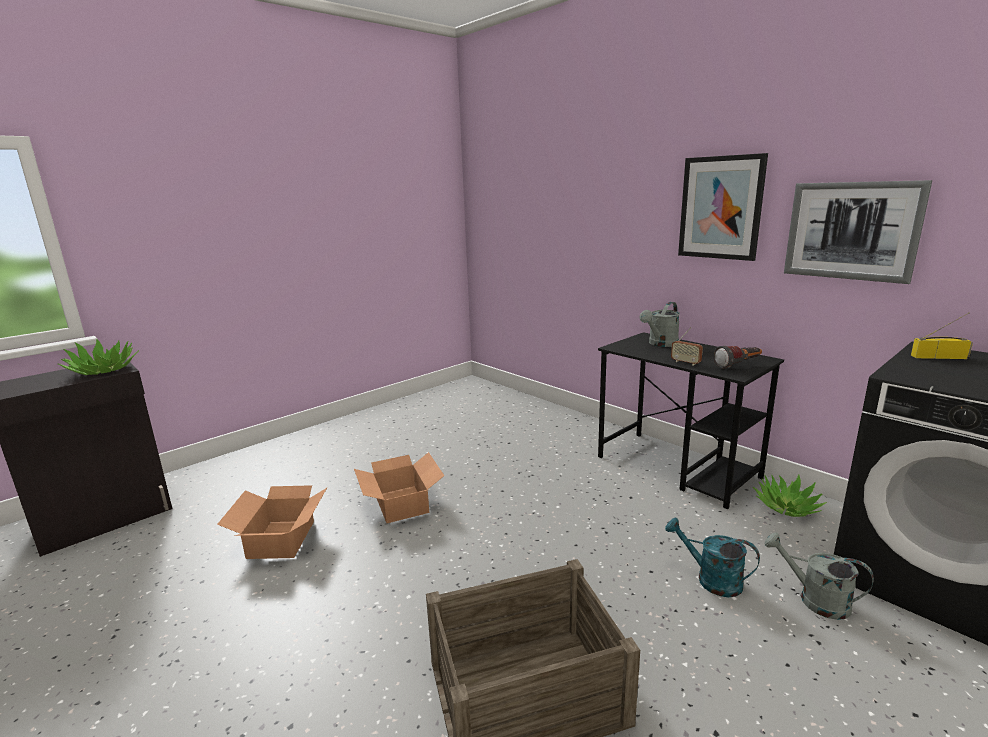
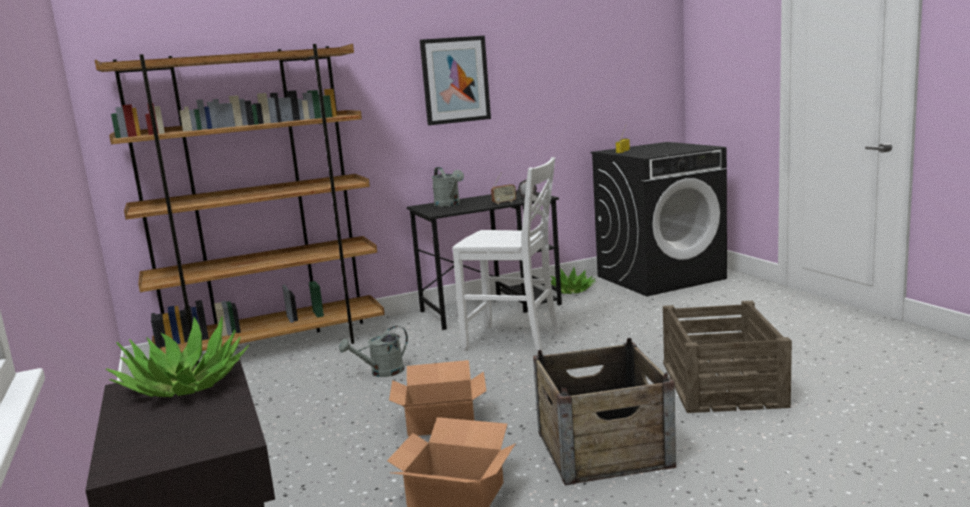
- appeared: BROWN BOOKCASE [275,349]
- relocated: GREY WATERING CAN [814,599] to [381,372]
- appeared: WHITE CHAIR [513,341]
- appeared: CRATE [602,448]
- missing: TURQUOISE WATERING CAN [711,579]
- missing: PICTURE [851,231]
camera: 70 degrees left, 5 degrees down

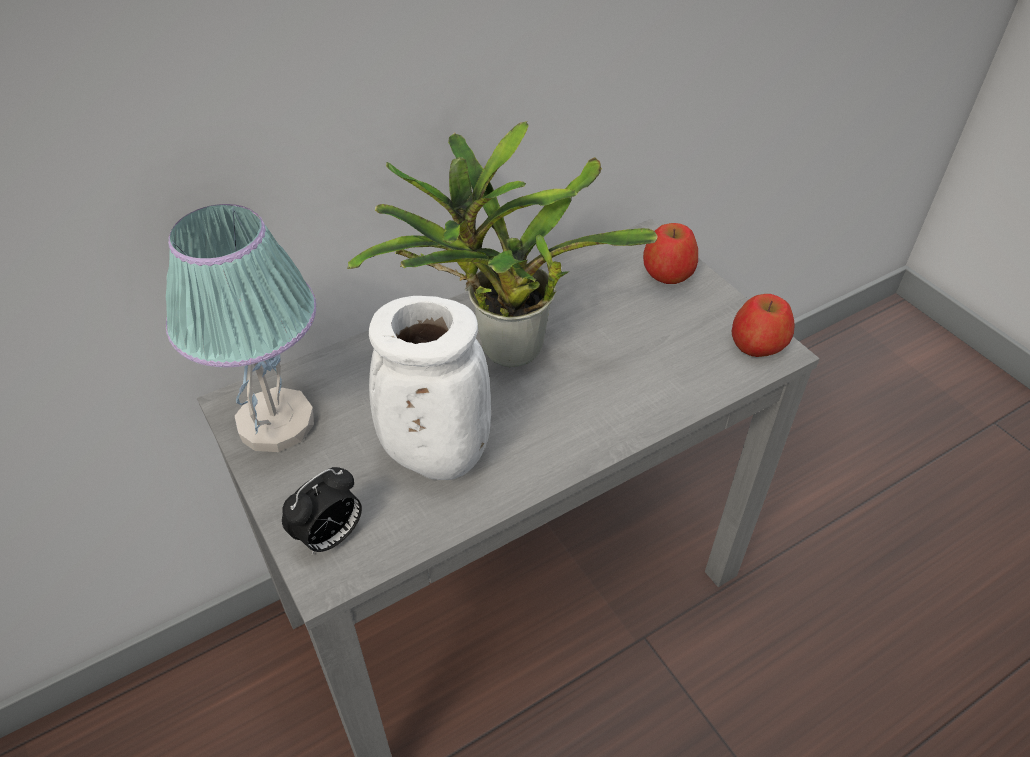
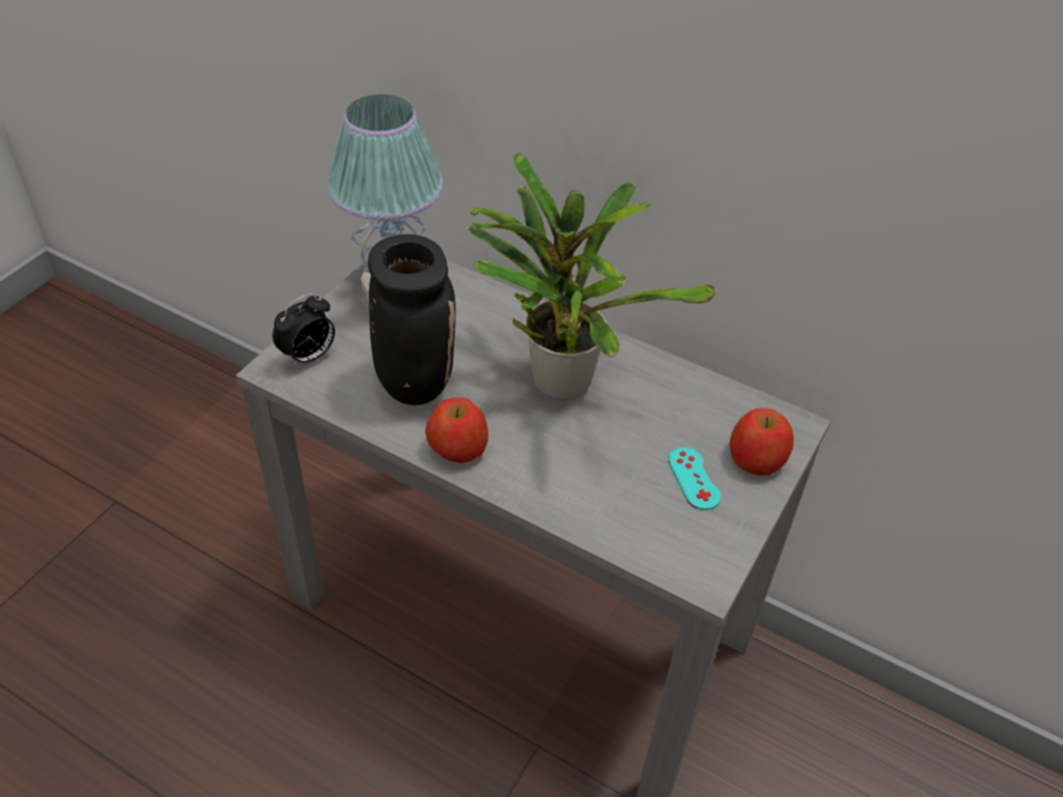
- spun: ALARM CLOCK [330,537] = [308,357] 60 degrees counterclockwise
- colour: WHITE VASE [434,458] to BLACK VASE [412,382]
- relocated: APPLE [757,344] to [458,447]
- appeared: TURQUOISE GAME CONTROLLER [694,478]
camera: 60 degrees right, 0 degrees up

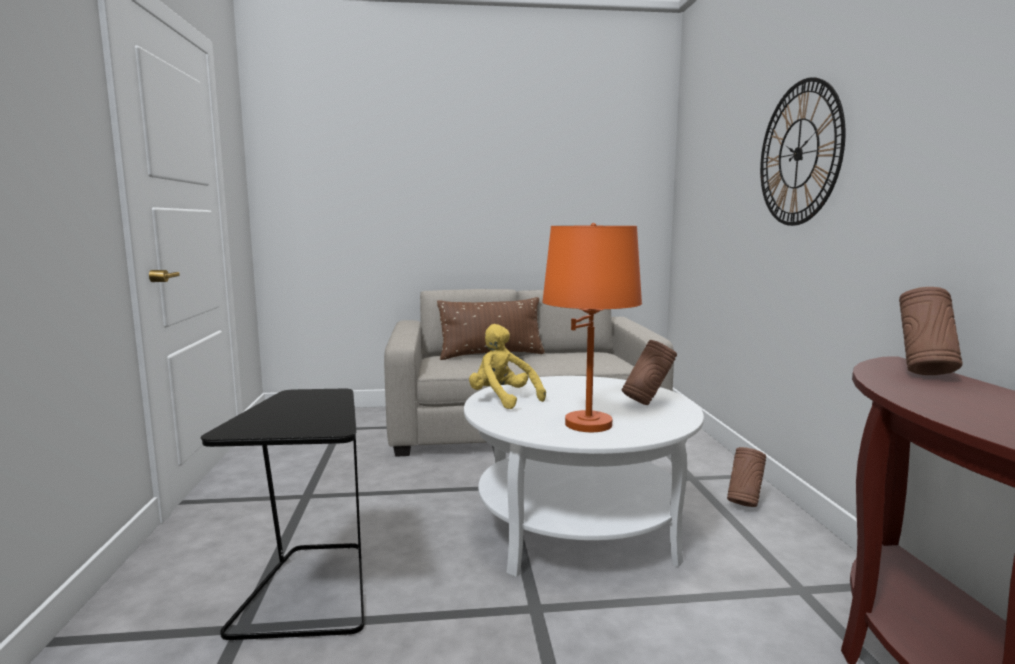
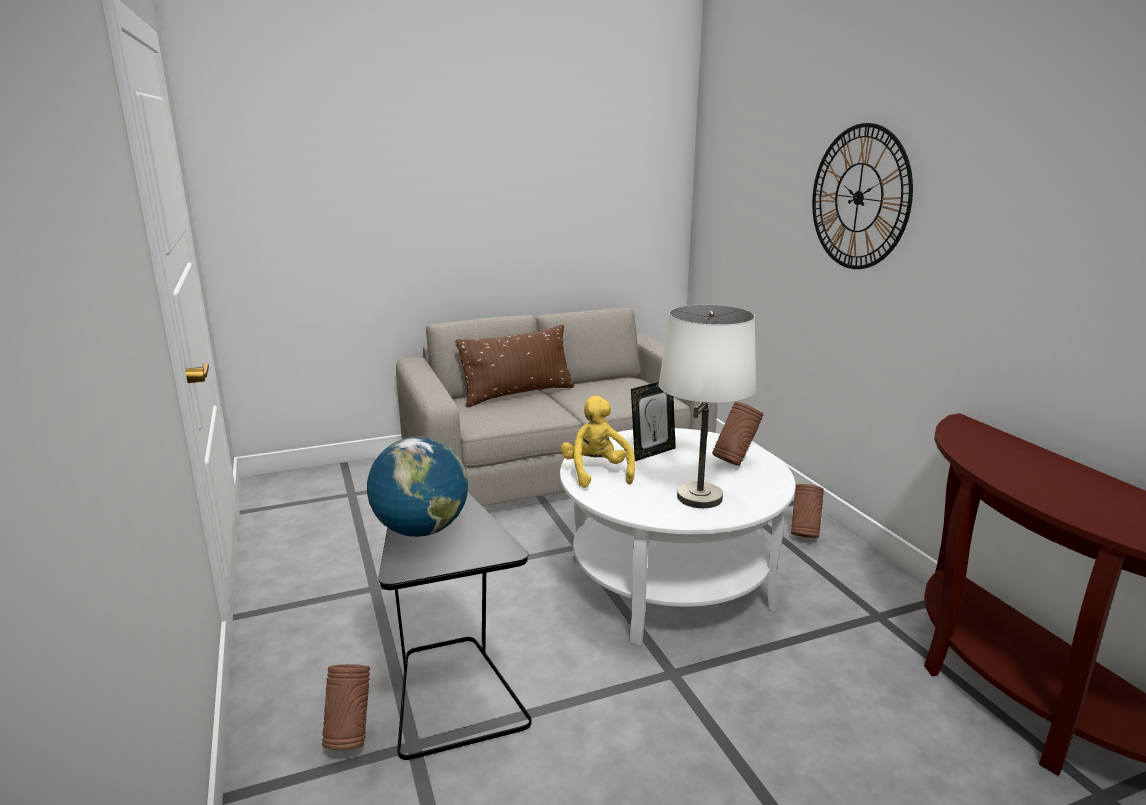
- relocated: BROWN VASE [923,373] to [350,737]
- appeared: GLOBE [421,530]
- spun: YELLOW PLUSH TOY [502,399] = [596,472] 45 degrees clockwise
- appeared: PICTURE FRAME [652,453]
- colour: ORANGE TABLE LAMP [588,424] to WHITE TABLE LAMP [699,497]
camera: 15 degrees left, 10 degrees up

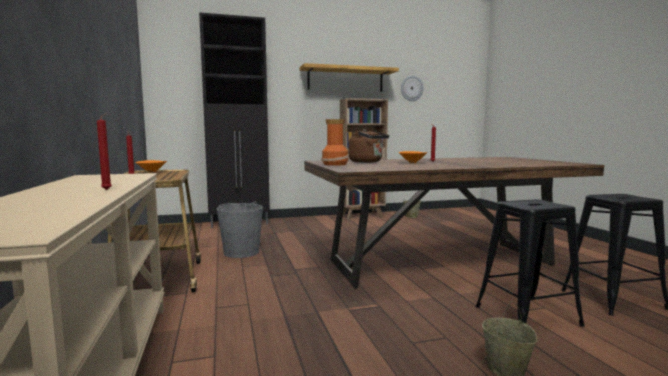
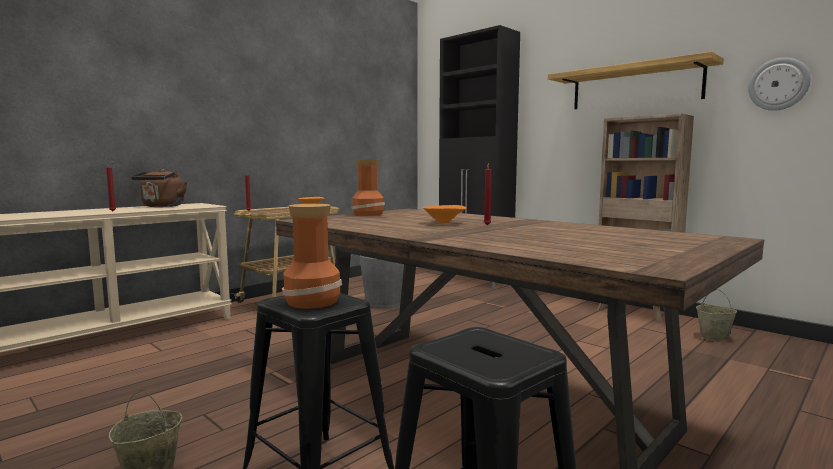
- relocated: BROWN KETTLE [367,162] to [162,206]
- appeared: VASE [313,302]
camera: 60 degrees right, 0 degrees up

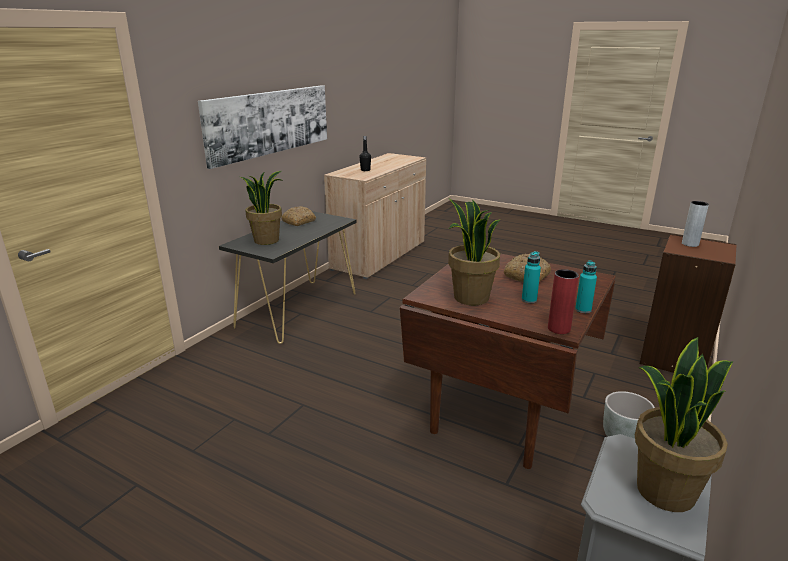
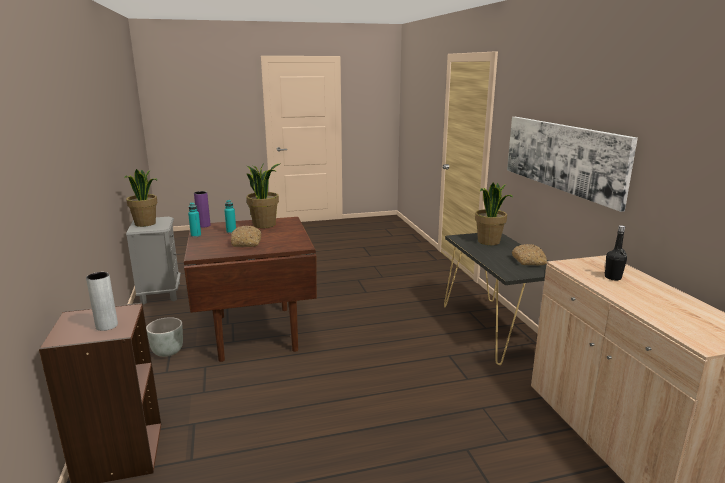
- colour: RED VASE [559,329] to PURPLE VASE [204,225]
camera: 135 degrees right, 5 degrees down

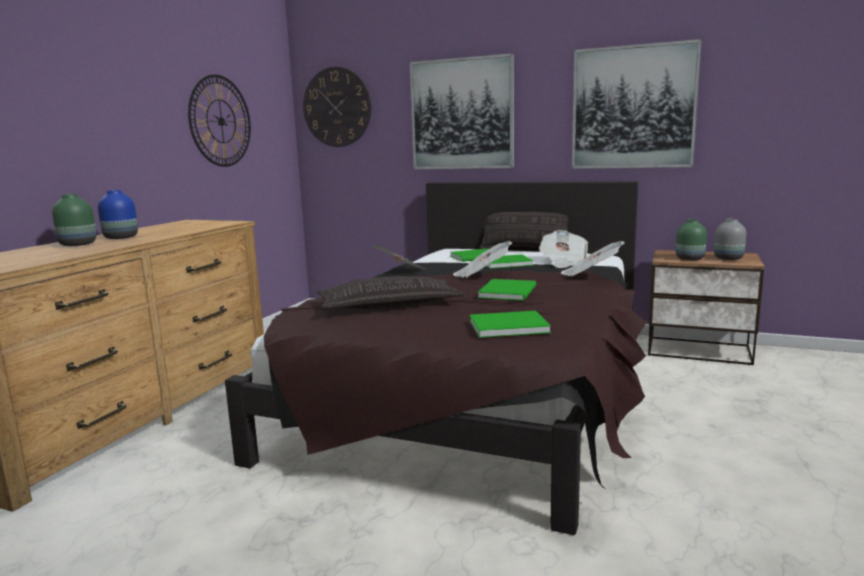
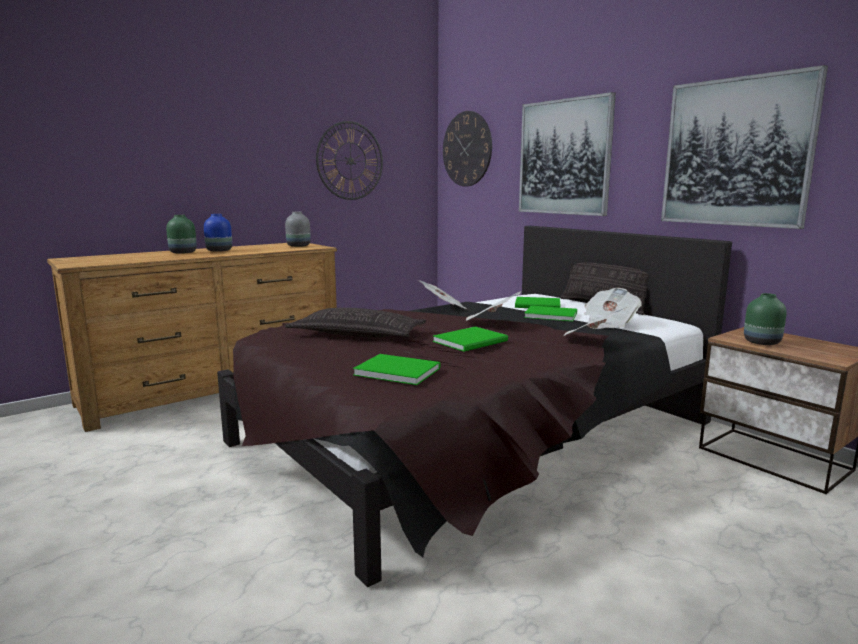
- relocated: GREY VASE [729,258] to [298,246]
camera: 30 degrees right, 0 degrees up

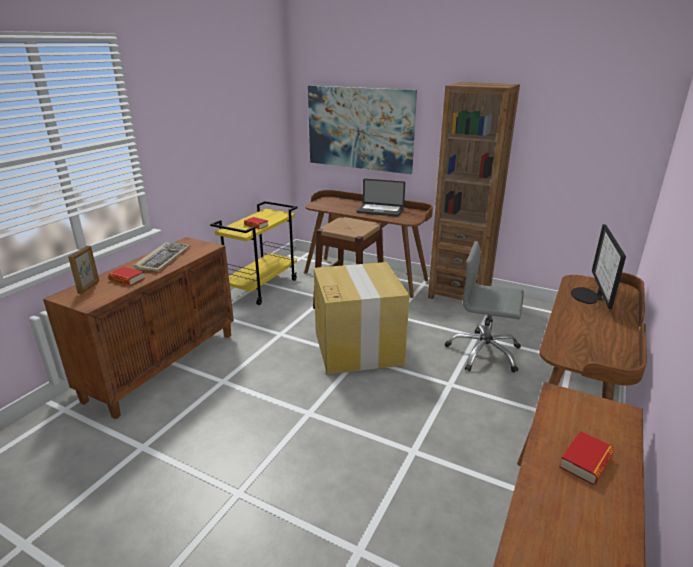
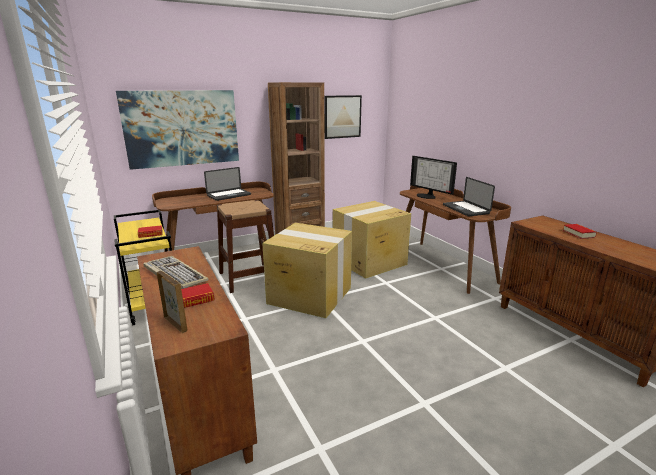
- appeared: PICTURE [342,116]
- exchanged: GREY OFFICE CHAIR [484,353] to CARDBOARD BOX [368,262]
- appeared: LAPTOP [465,209]
camera: 55 degrees left, 5 degrees down

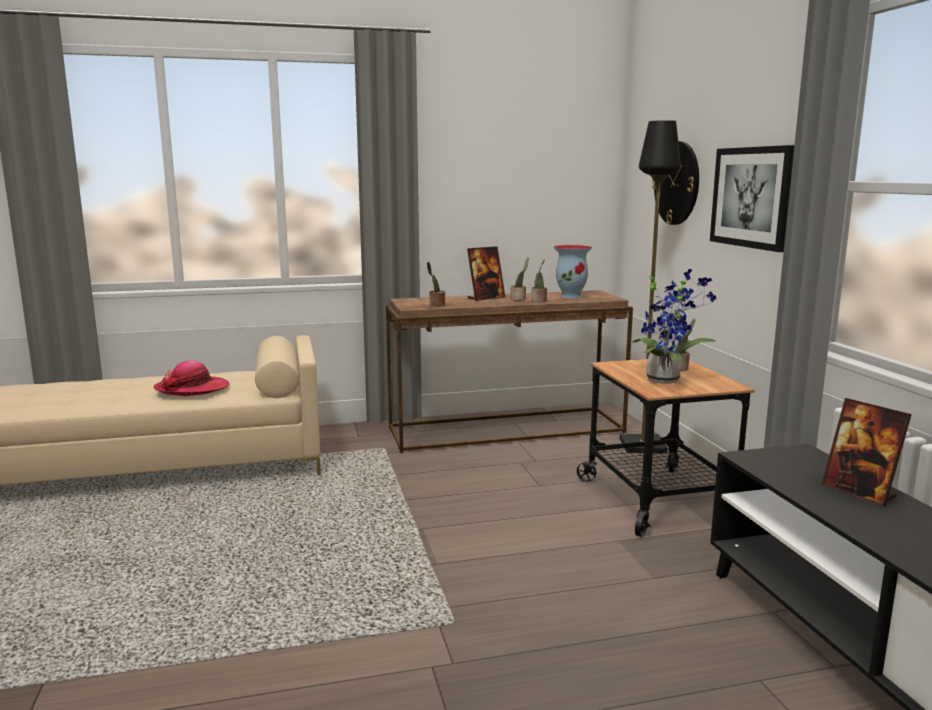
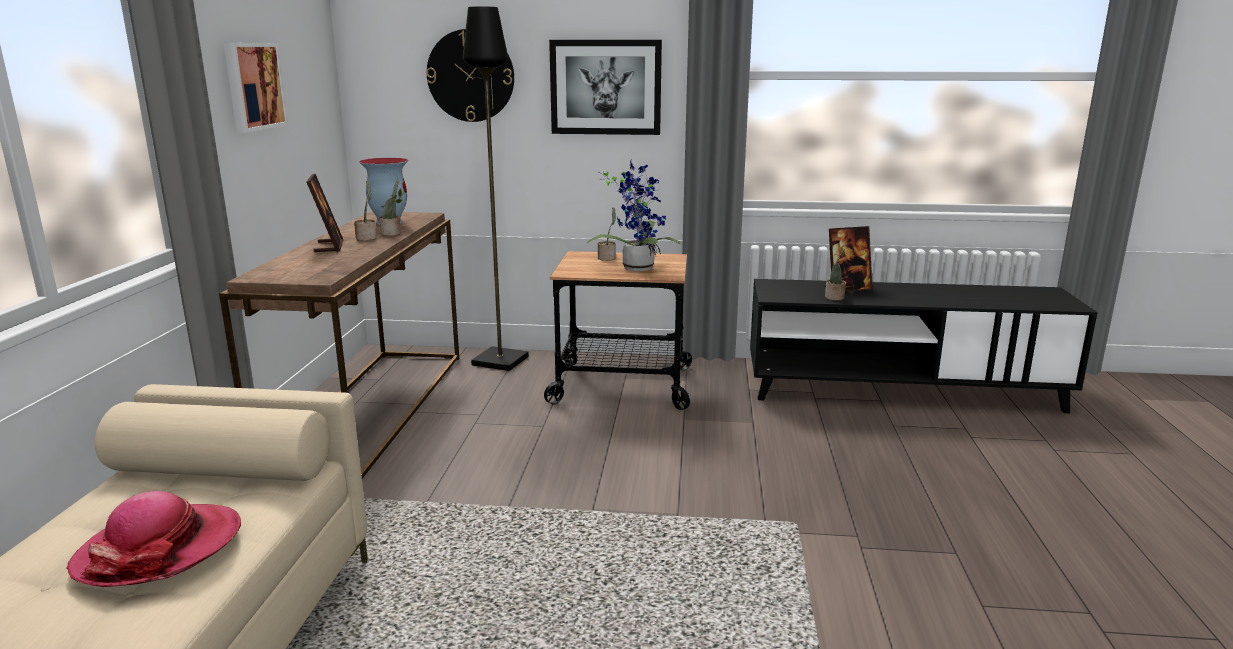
- appeared: PICTURE [253,86]
- relocated: POTTED PLANT [436,305] to [835,298]
camera: 70 degrees left, 5 degrees up

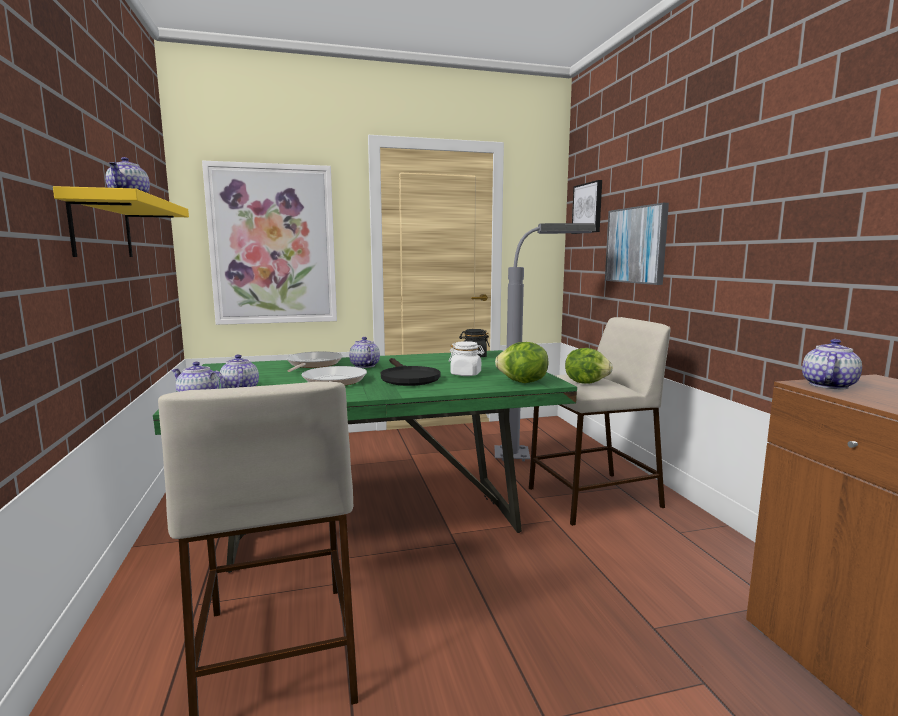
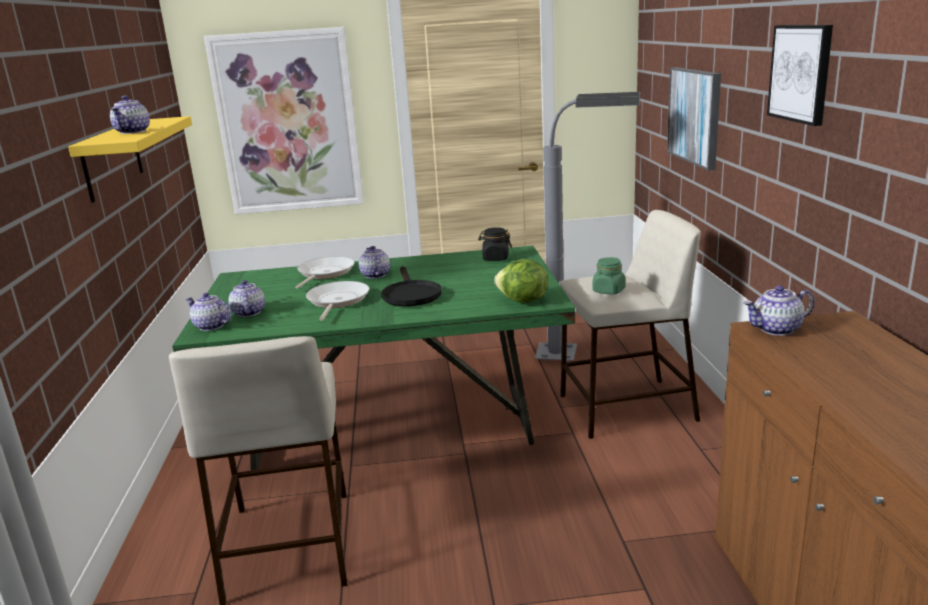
- exchanged: LETTUCE [586,382] to GREEN JAR [608,291]
- spun: TEAPOT [827,385] = [776,329] 150 degrees counterclockwise
- relocated: PICTURE [588,208] to [801,73]
- missing: WHITE JAR [466,374]
camera: 10 degrees right, 10 degrees up

